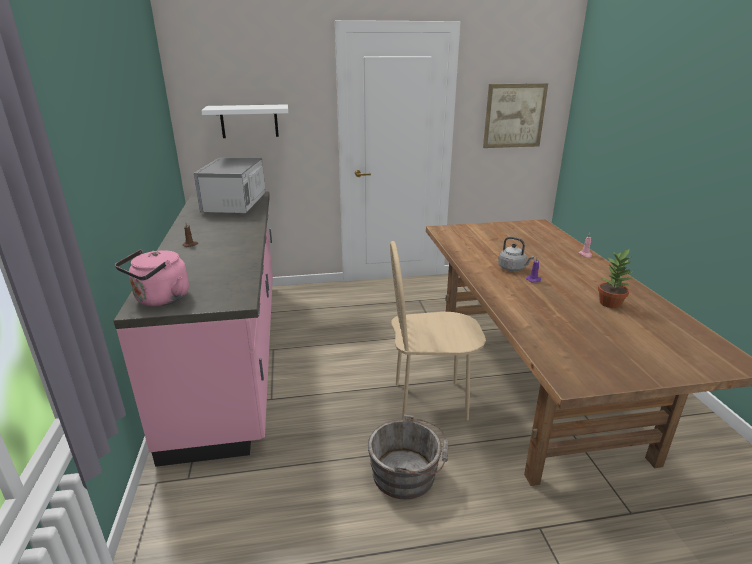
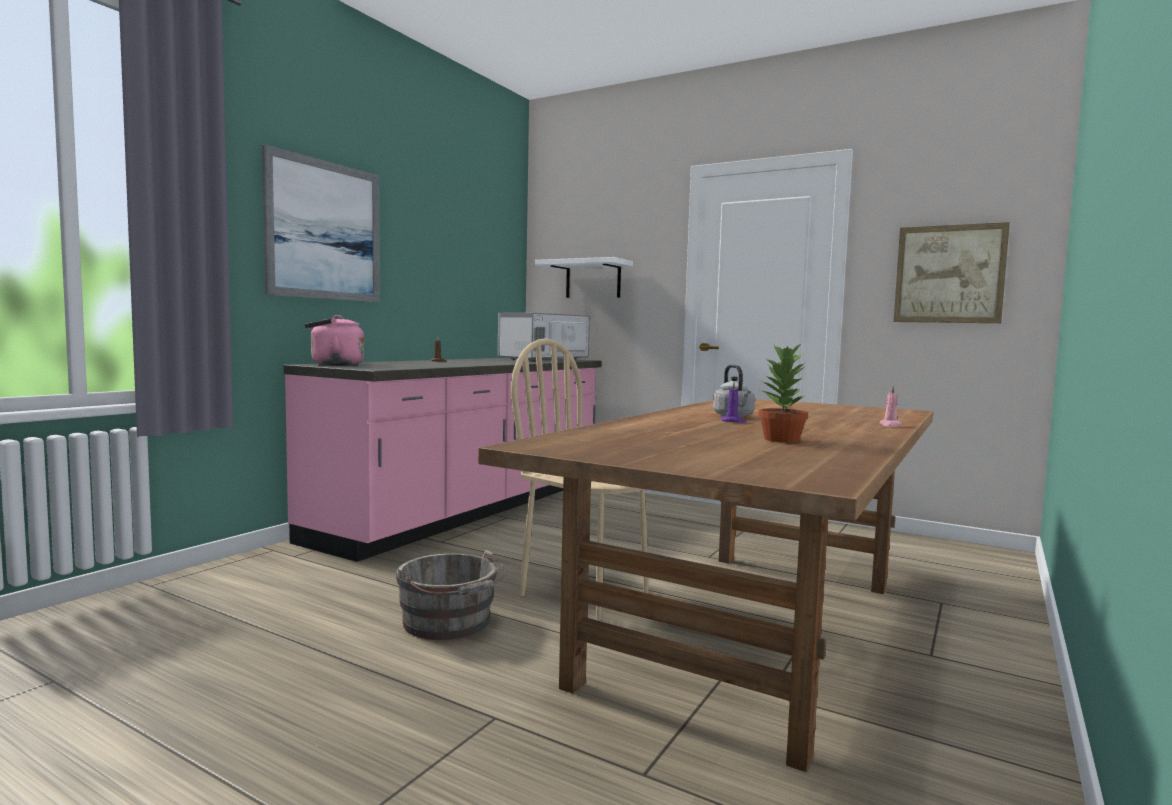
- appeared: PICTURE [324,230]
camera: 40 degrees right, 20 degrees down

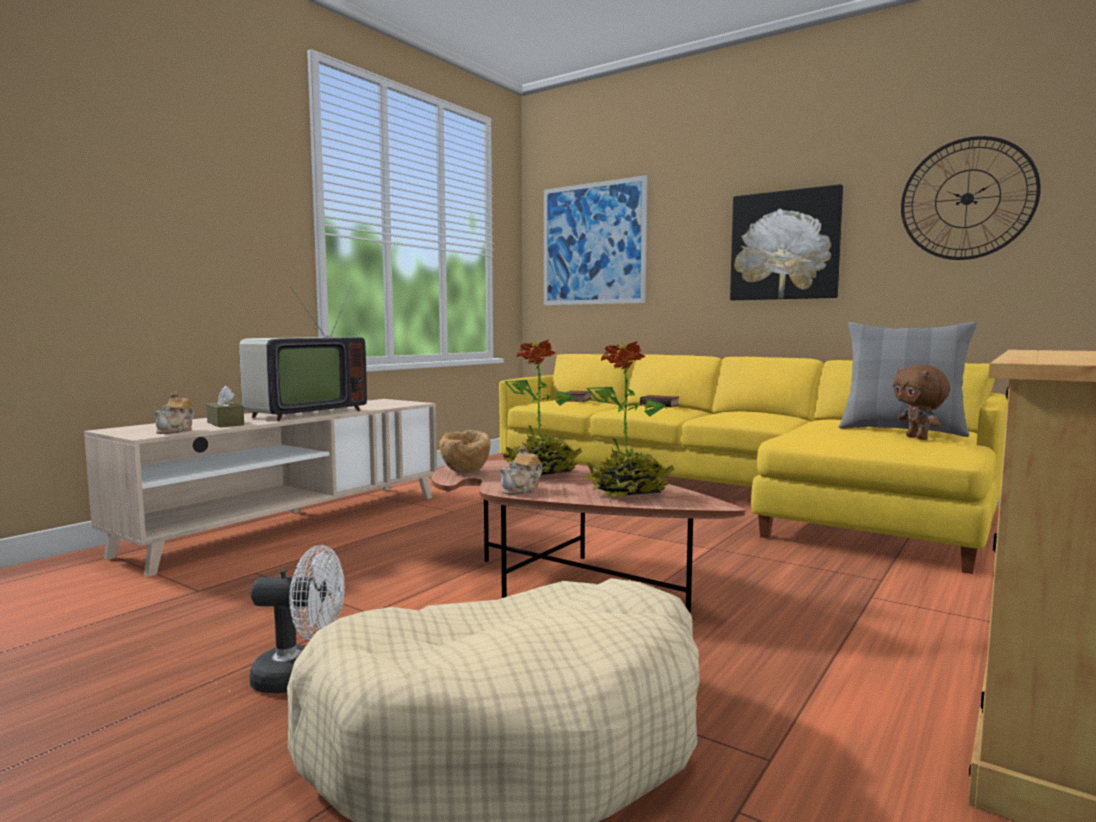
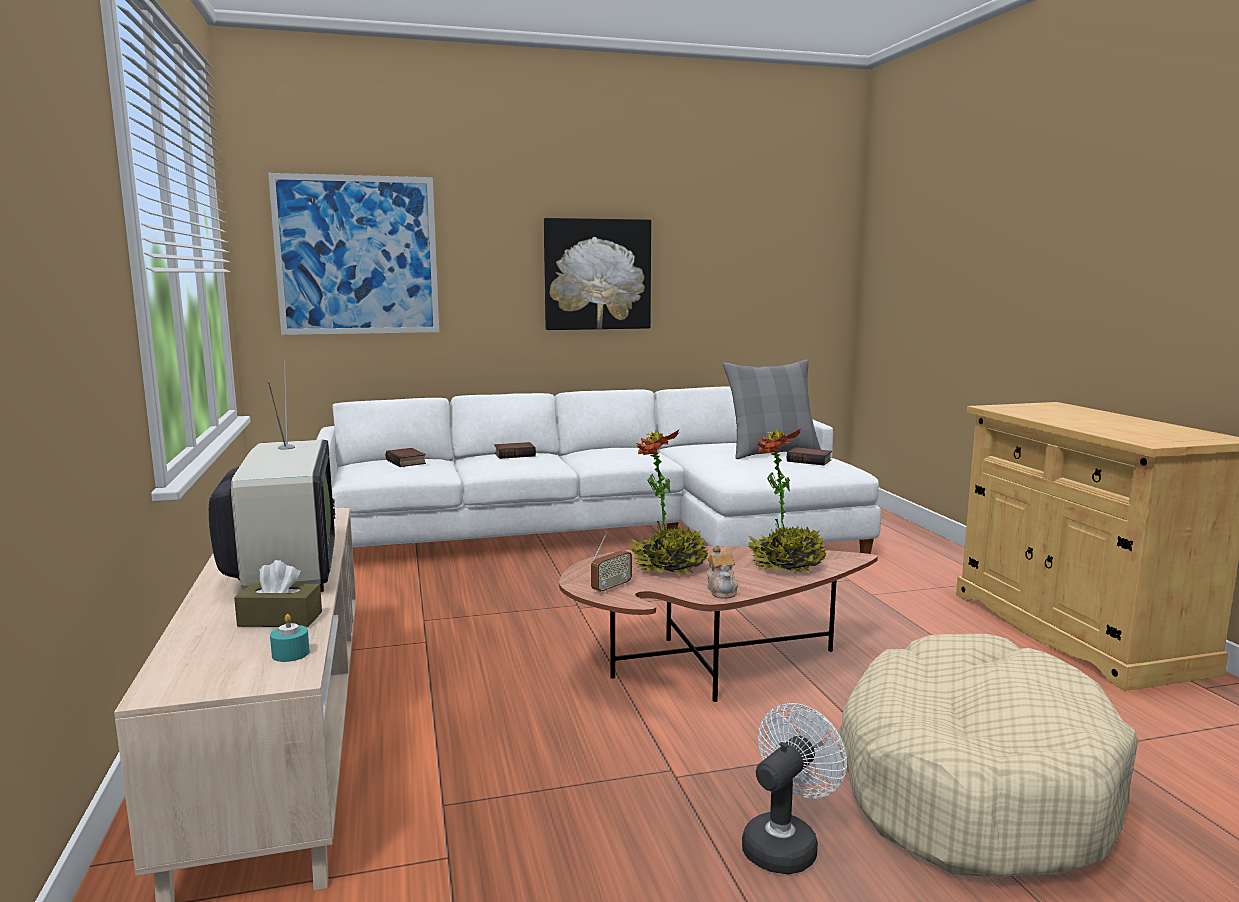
- exchanged: TEAPOT [176,431] to TURQUOISE CANDLE [290,654]
- colour: YELLOW SOFA [738,494] to WHITE SOFA [612,533]
- exchanged: BROWN BOWL [466,472] to RADIO [611,588]
- exchanged: BROWN PLUSH TOY [918,438] to BOOK [810,460]
- missing: WALL CLOCK [967,199]
camera: 50 degrees left, 5 degrees up

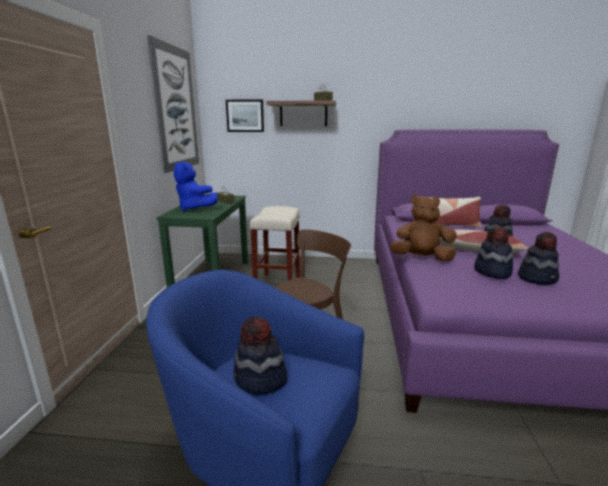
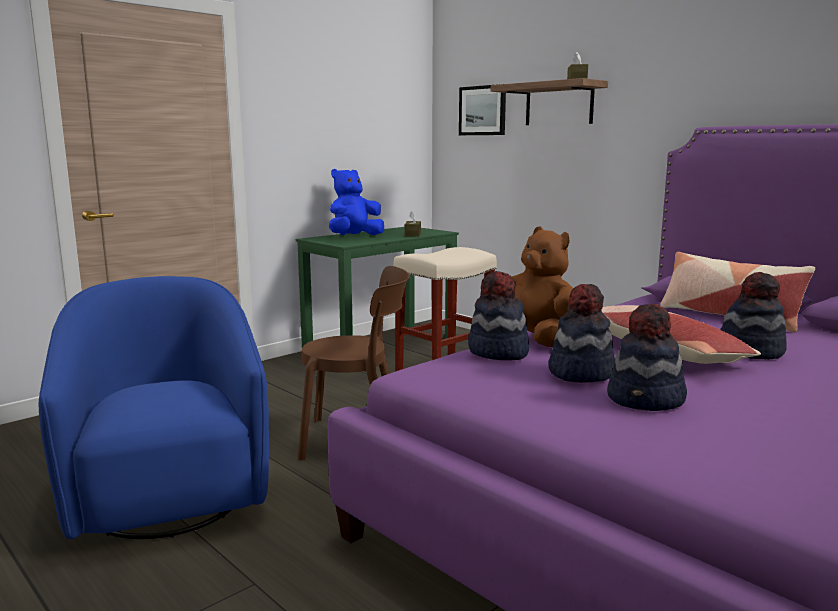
- spun: BLUE PLUSH TOY [194,209] = [354,237] 60 degrees clockwise
- relocated: HAT [260,379] to [498,352]
- missing: PICTURE [176,109]
camera: 40 degrees right, 5 degrees down

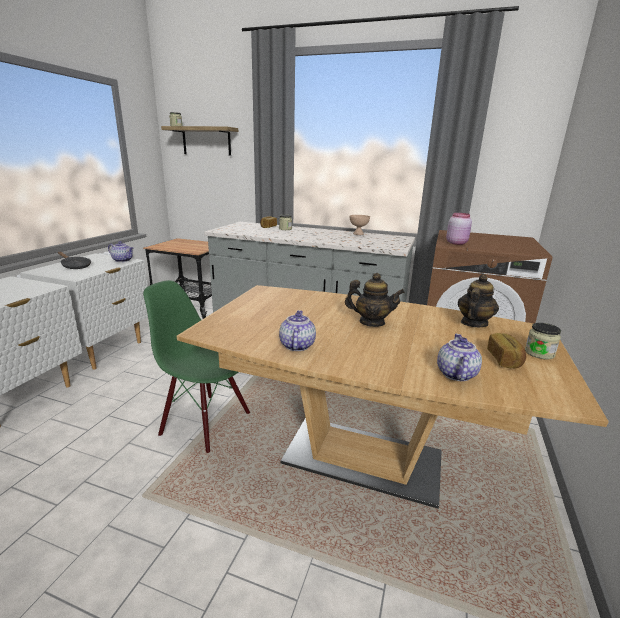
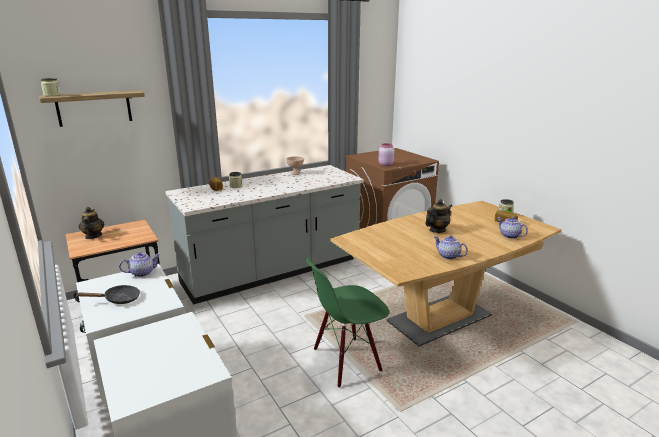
- relocated: TEAPOT [473,323] to [93,236]
camera: 50 degrees left, 0 degrees up

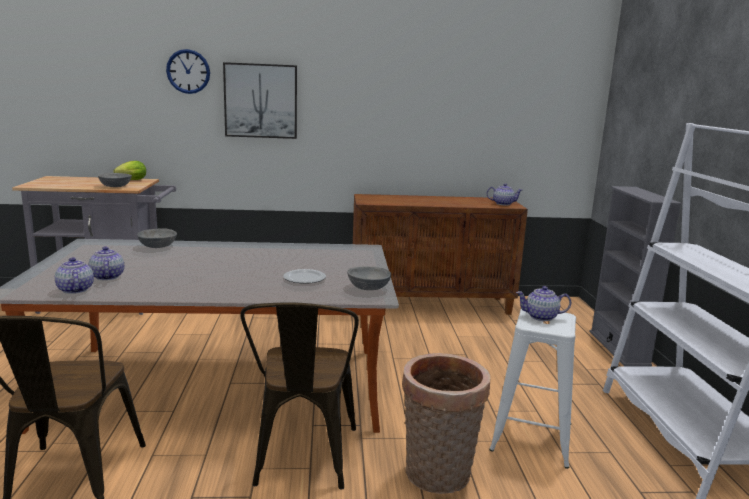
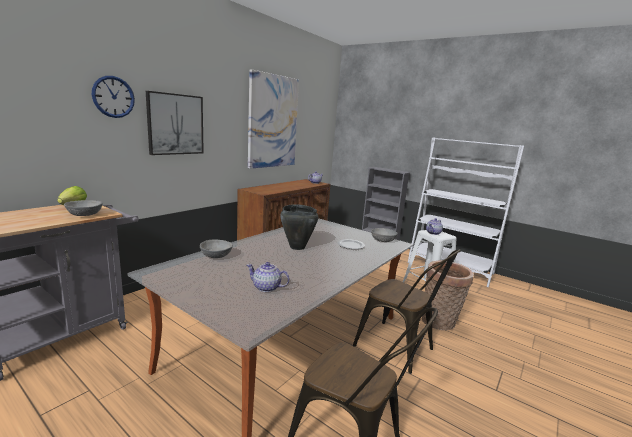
- appeared: PICTURE [273,122]
- appeared: BLACK COOKING POT [297,247]
- missing: TEAPOT [75,290]
camera: 50 degrees left, 0 degrees up

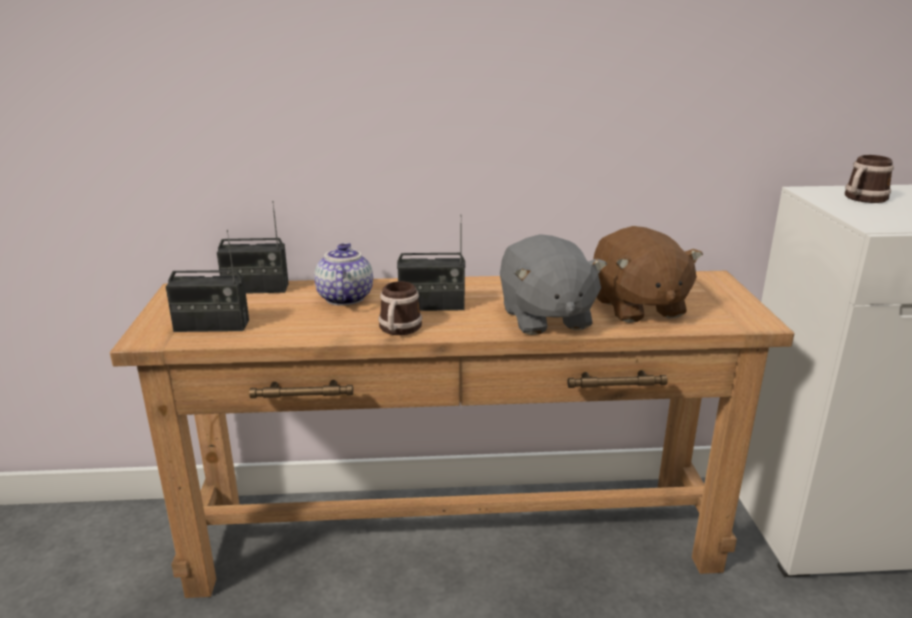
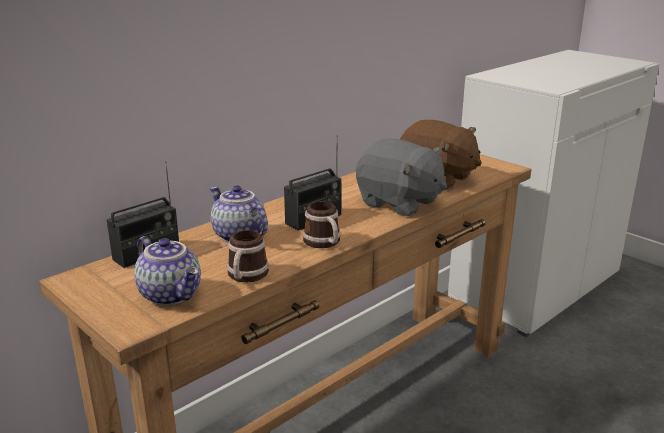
- exchanged: RADIO [211,326] to TEAPOT [172,294]
- relocated: MUG [862,199] to [246,276]
camera: 40 degrees left, 0 degrees up

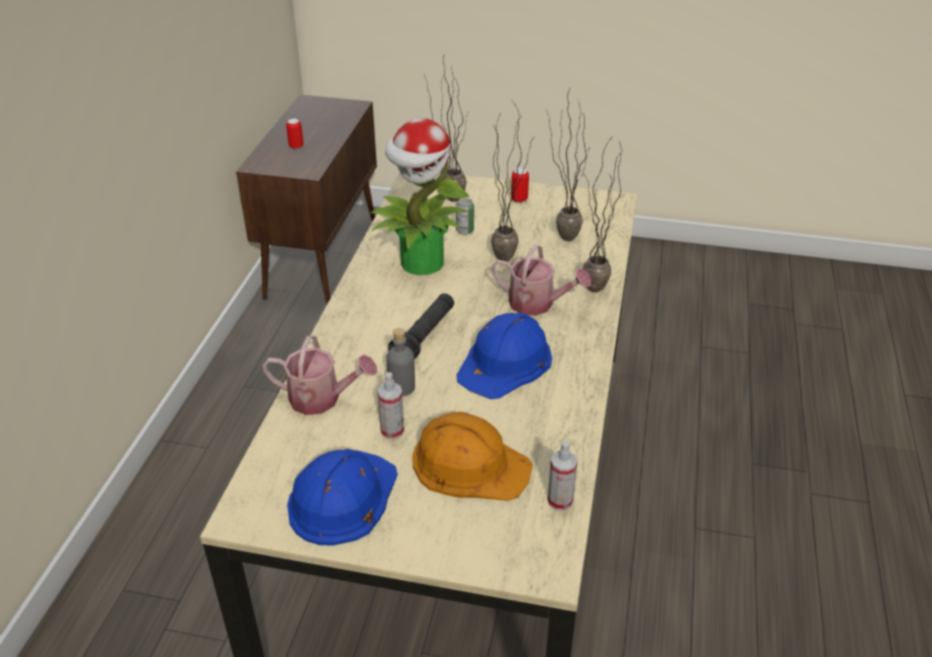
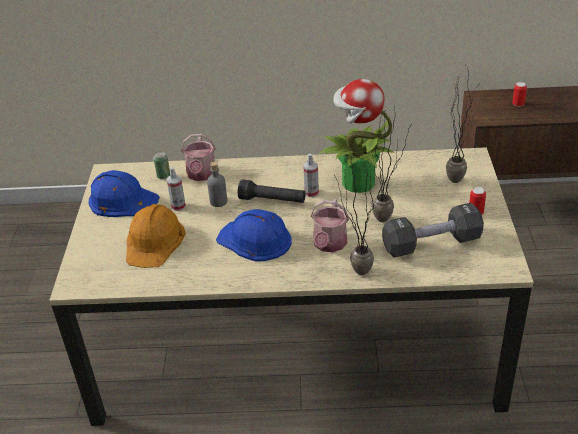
- relocated: CAN [465,231] to [163,176]
- relocated: SPRAY BOTTLE [560,501] to [311,193]
- exchanged: POTTED PLANT [560,235] to BLACK DUMBBELL [431,243]
camera: 80 degrees right, 0 degrees up

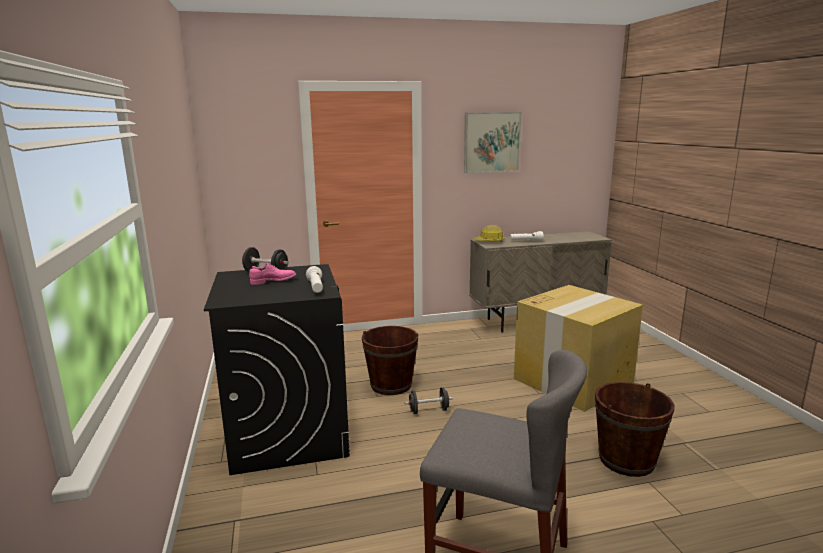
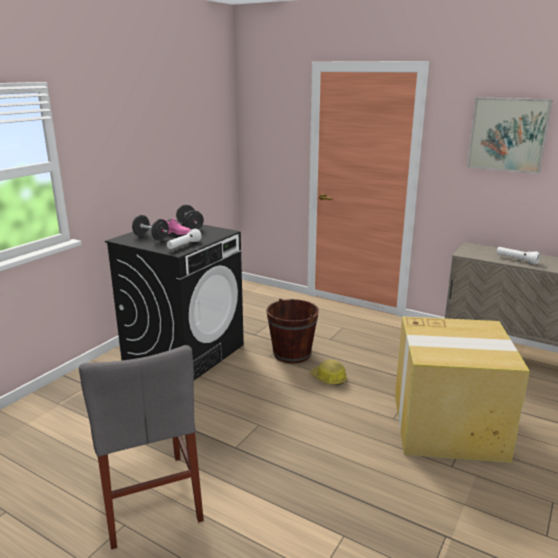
- relocated: BLACK DUMBBELL [428,410] to [151,237]
- relocated: HARD HAT [489,241] to [328,378]
- missing: BROWN BUCKET [626,460]
camera: 45 degrees right, 5 degrees up

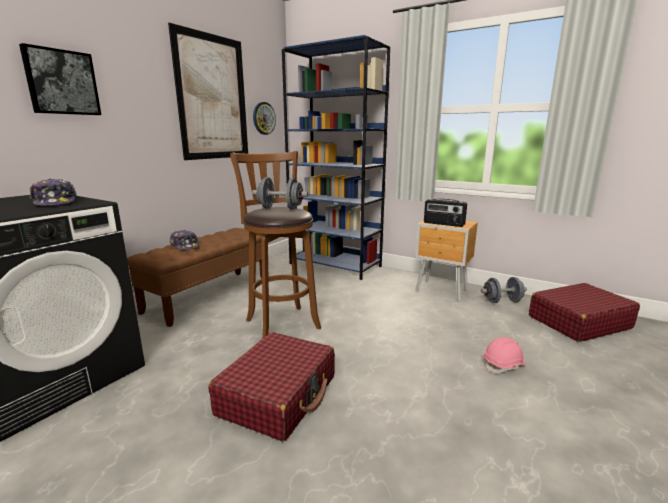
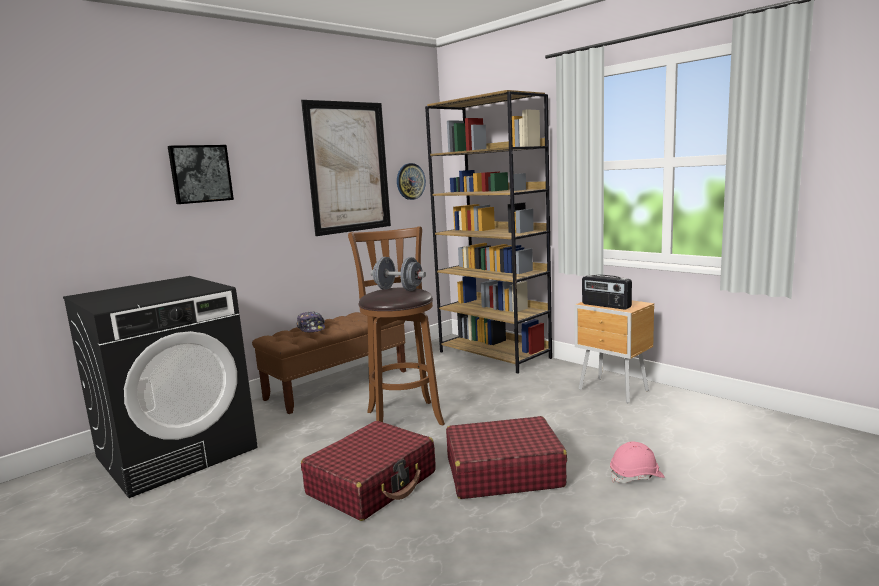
- colour: BLUE BOOKCASE [335,265] to BROWN BOOKCASE [495,355]
- relocated: RED SUITCASE [578,322] to [503,472]
- missing: CAP [55,202]
- missing: GREY DUMBBELL [502,301]
camera: 15 degrees right, 5 degrees down

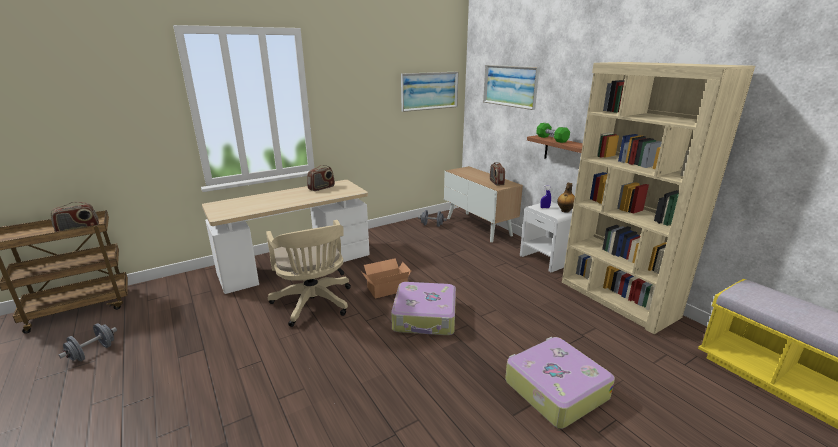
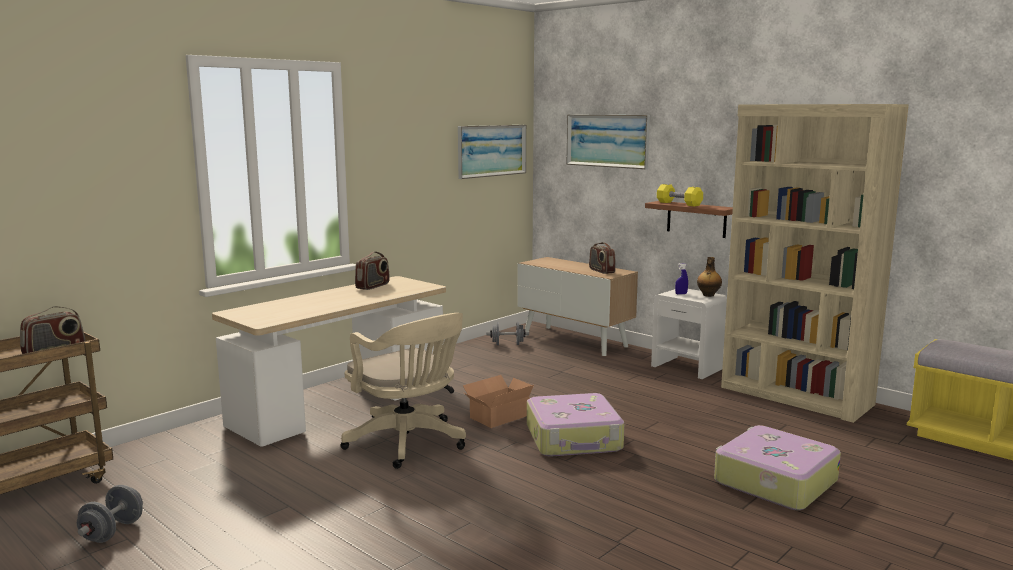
- colour: GREEN DUMBBELL [551,139] to YELLOW DUMBBELL [679,204]
camera: 15 degrees left, 10 degrees down

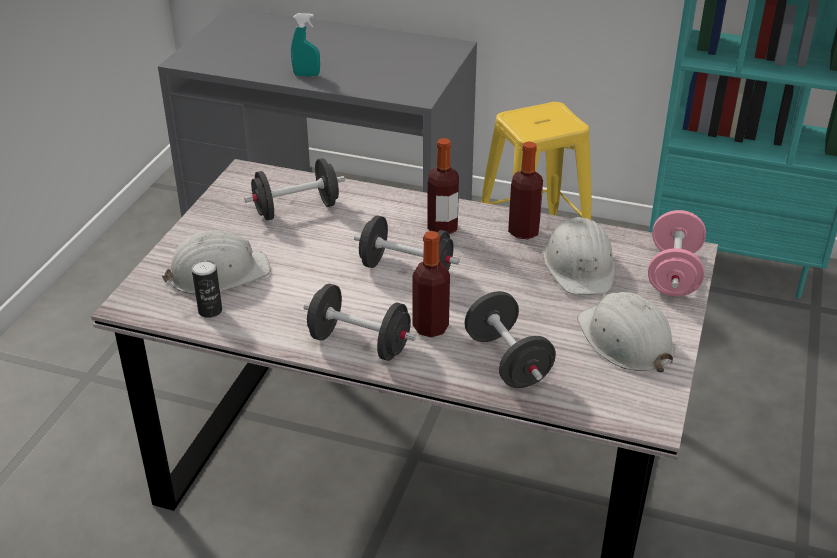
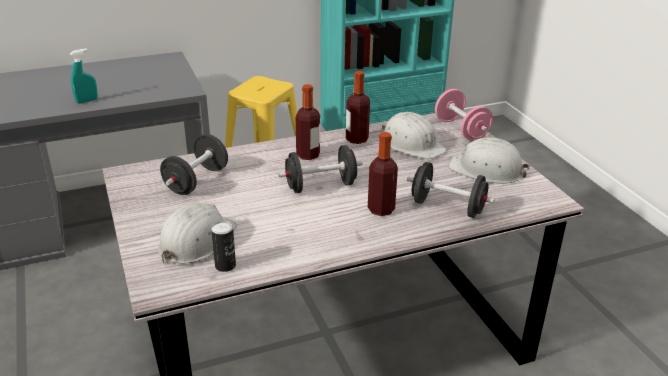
- missing: BLACK DUMBBELL [359,344]
camera: 40 degrees left, 5 degrees down

